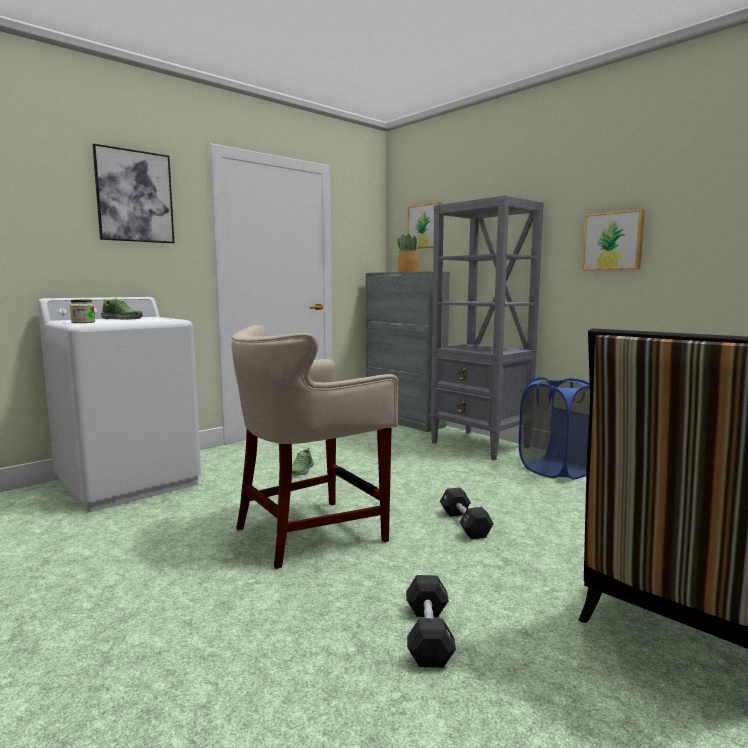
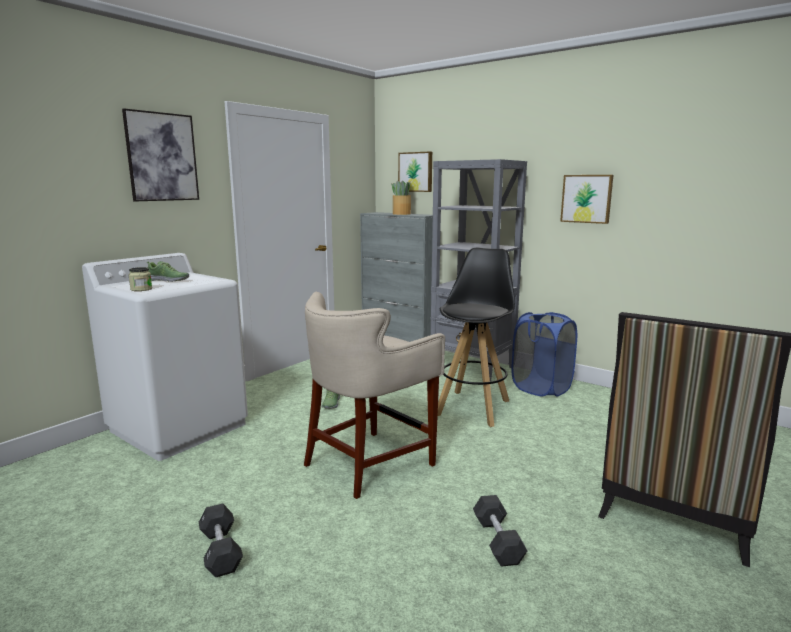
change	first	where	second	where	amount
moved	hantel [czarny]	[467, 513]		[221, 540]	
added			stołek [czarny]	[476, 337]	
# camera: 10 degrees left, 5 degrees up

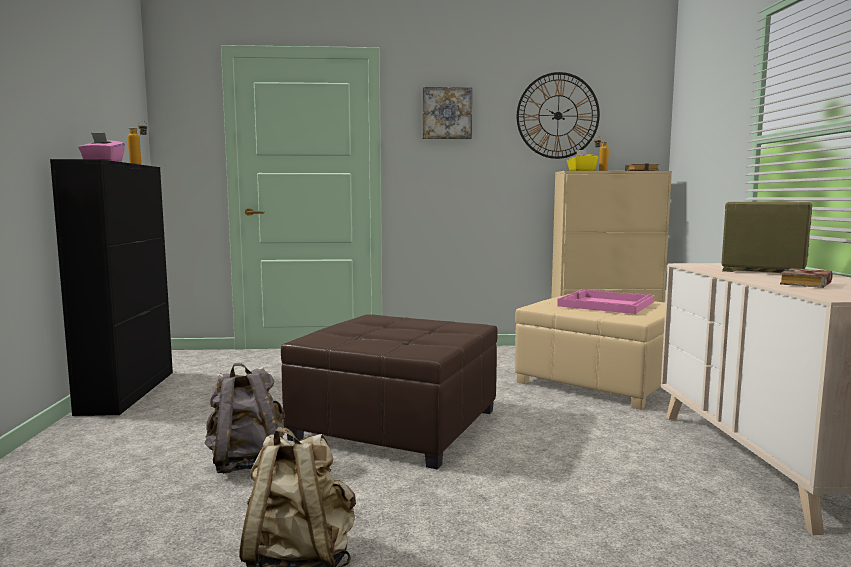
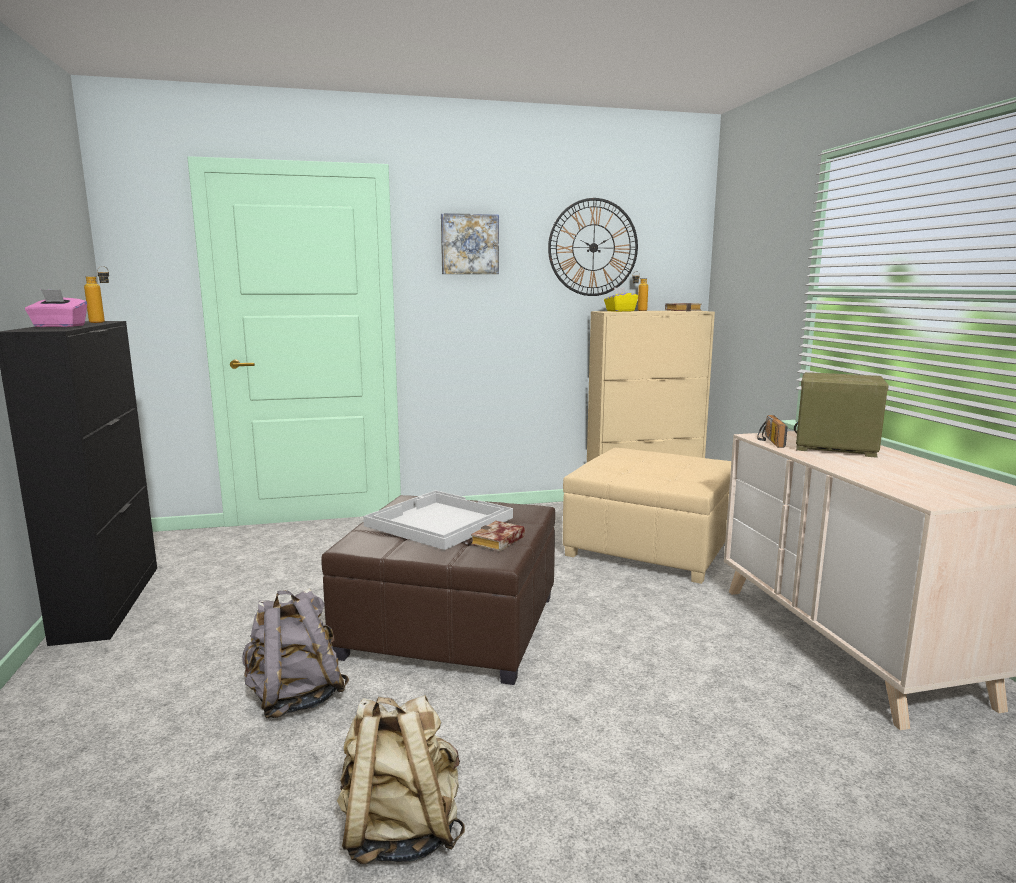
change	first	where	second	where	amount
moved	książka	[806, 278]		[498, 536]	
removed	taca [różowy]	[605, 301]			
added			radio	[772, 431]	
added			taca [biały]	[438, 520]	
# camera: 10 degrees left, 5 degrees up

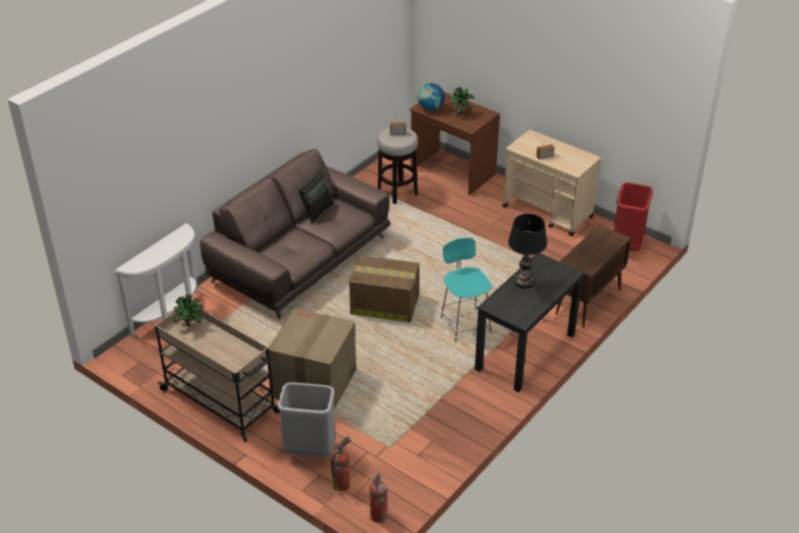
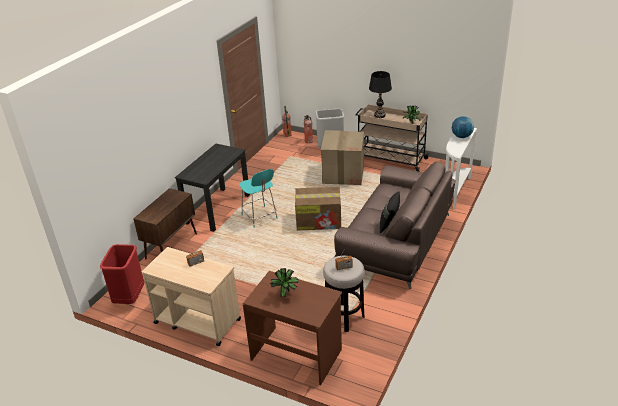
change	first	where	second	where	amount
moved	globus	[431, 97]		[463, 127]	
moved	lampa stołowa [czarny]	[527, 251]		[380, 94]	
# camera: 170 degrees right, 5 degrees down

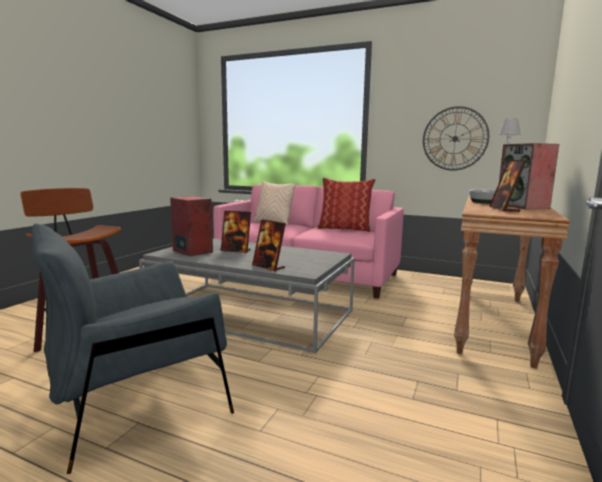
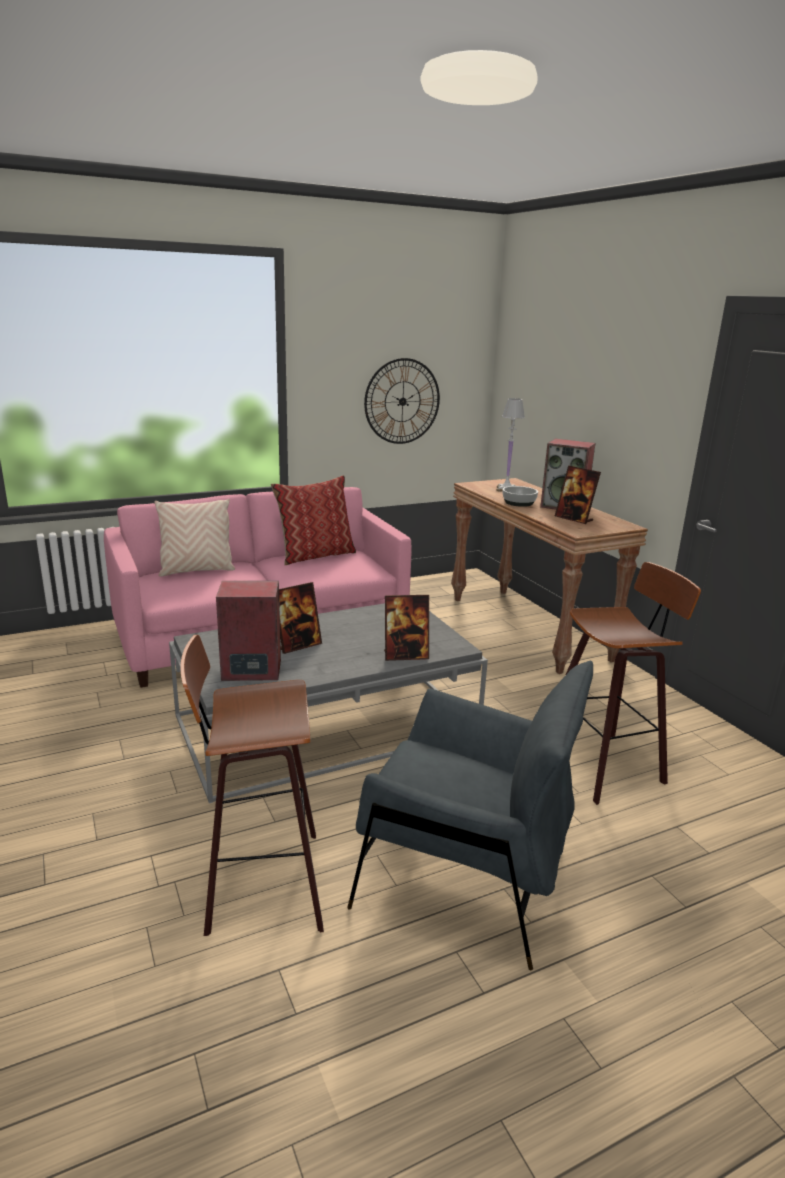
change	first	where	second	where	amount
turned	fotel [szary]	[133, 349]		[470, 815]	75 degrees counterclockwise
added			stołek	[633, 683]	
# camera: 50 degrees left, 10 degrees up

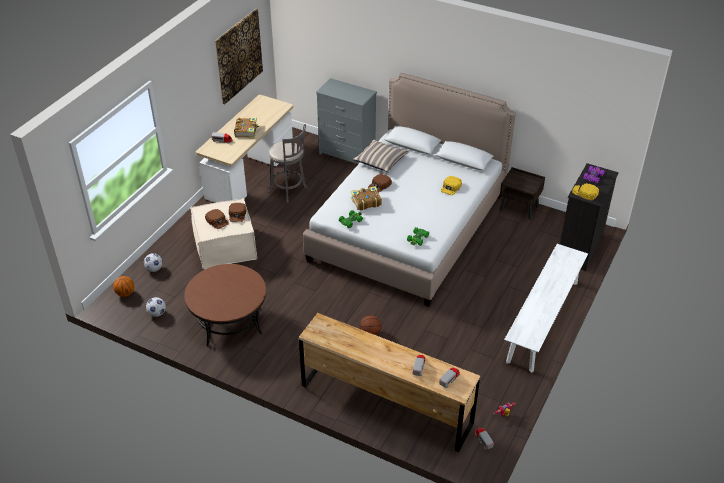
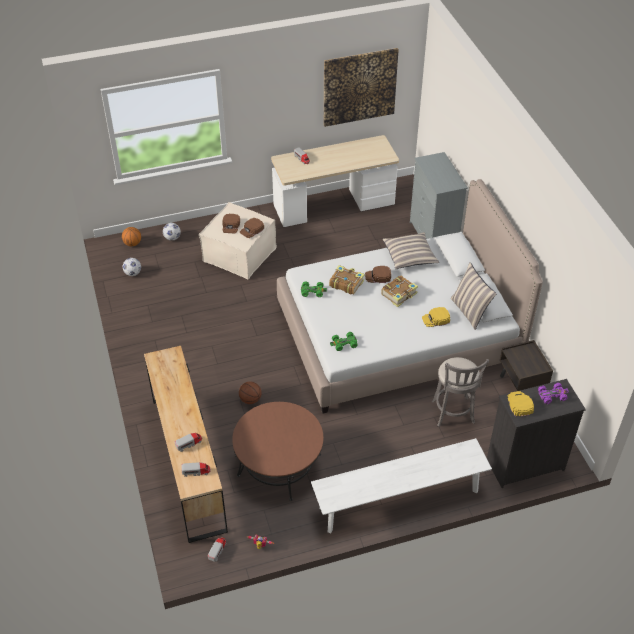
change	first	where	second	where	amount
moved	książka	[247, 128]		[399, 291]	
moved	stołek [szary]	[288, 163]		[460, 392]	
moved	ława [brązowy]	[225, 305]		[277, 451]	
added			poduszka	[474, 296]	
# camera: 45 degrees right, 5 degrees up

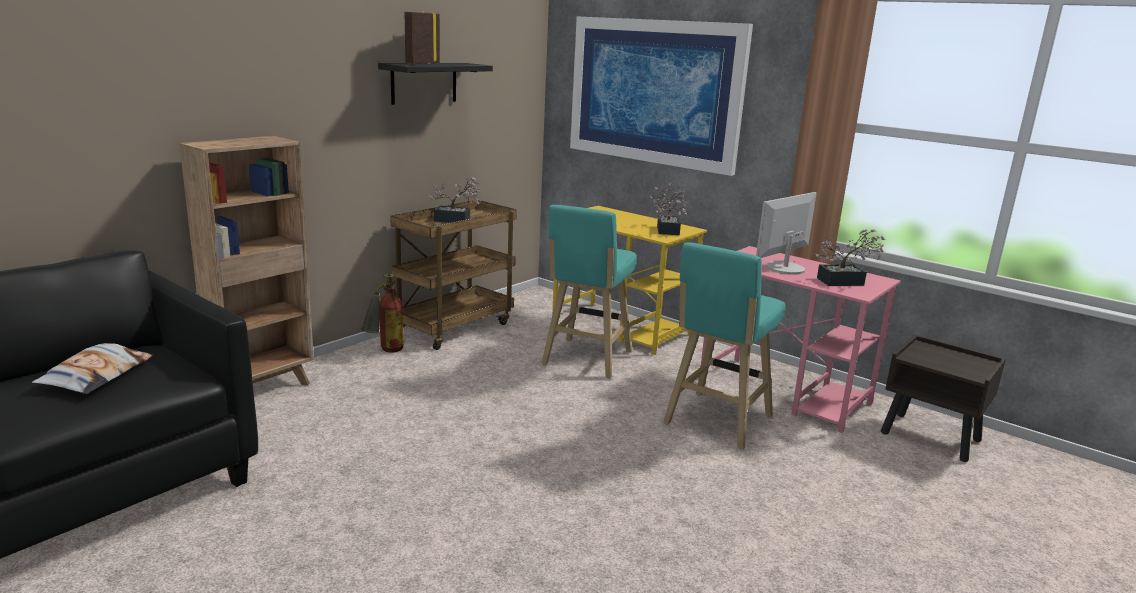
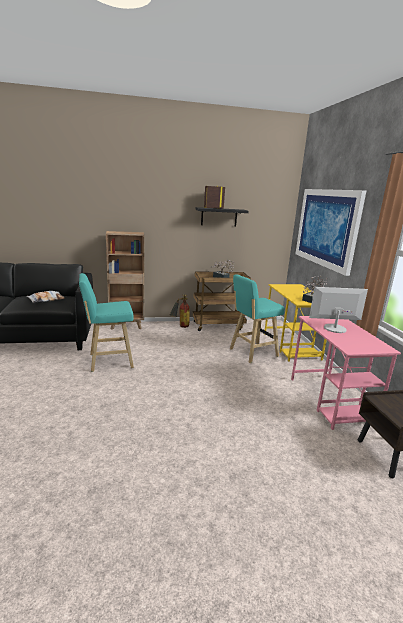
change	first	where	second	where	amount
removed	roślina doniczkowa	[850, 257]			
moved	stołek [turkusowy]	[724, 346]		[106, 322]	
# camera: 40 degrees right, 0 degrees up

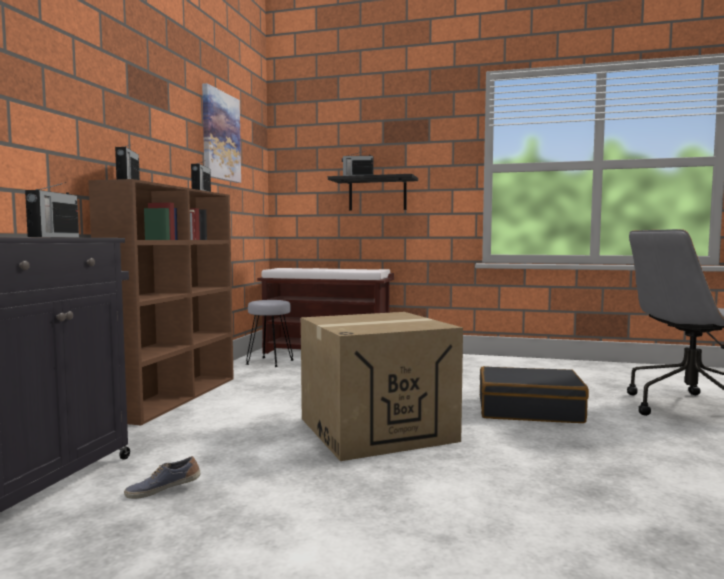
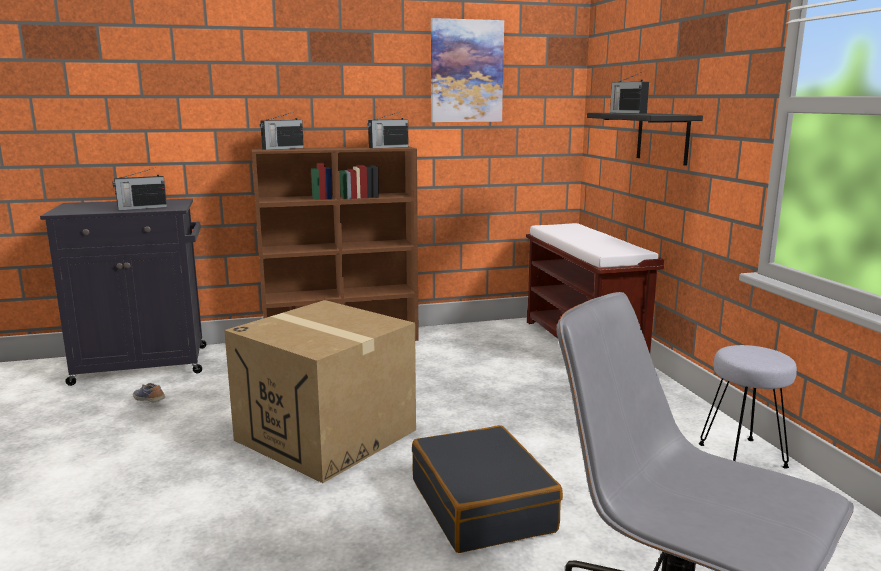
change	first	where	second	where	amount
moved	stołek [szary]	[269, 333]		[748, 406]	
# camera: 60 degrees right, 10 degrees up

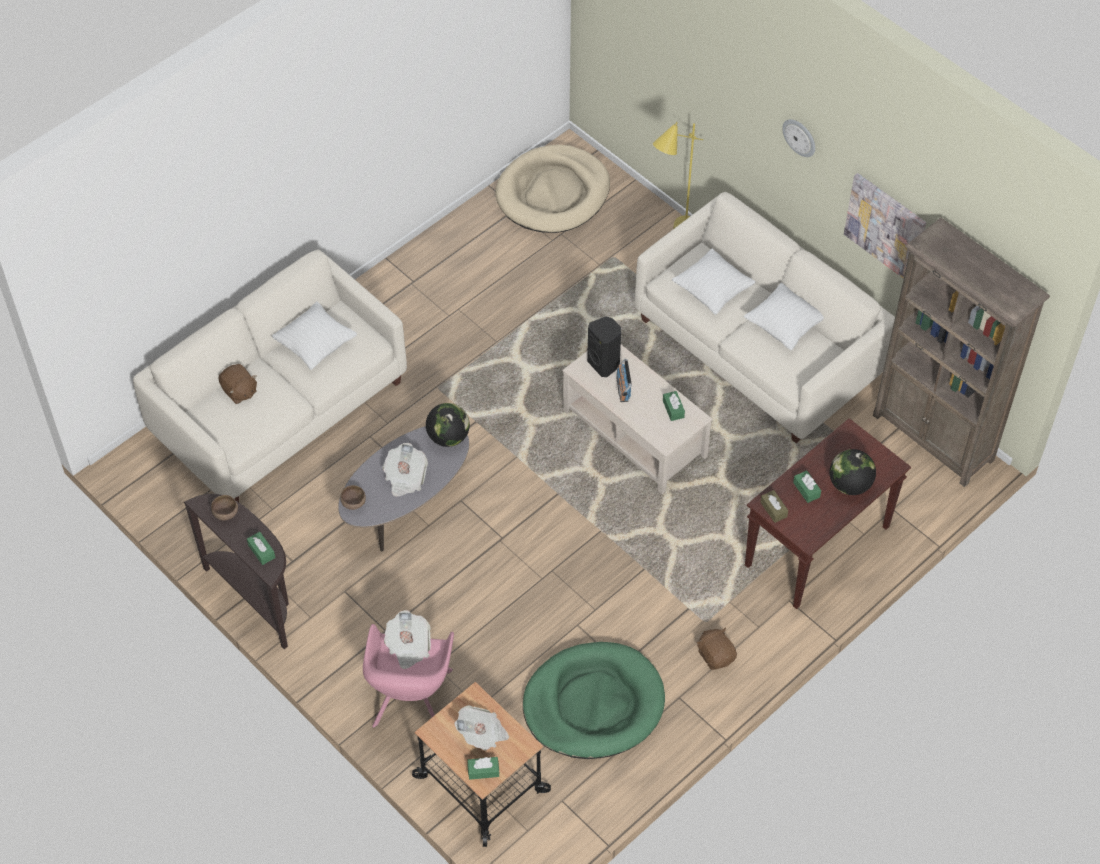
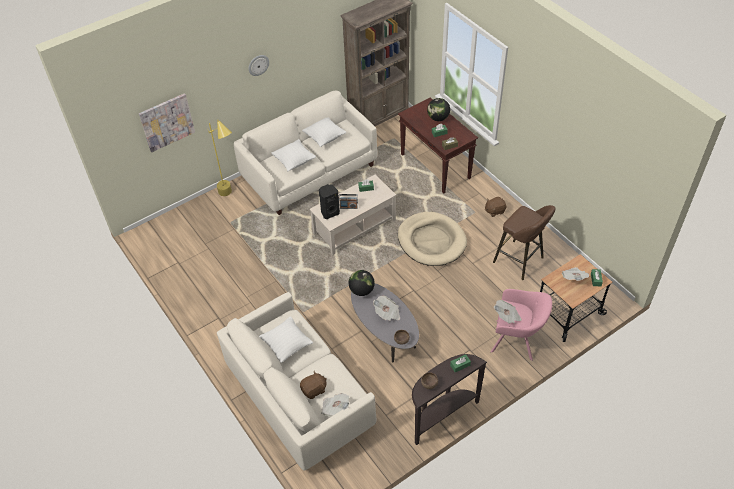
change	first	where	second	where	amount
moved	legowisko [beżowy]	[552, 189]		[432, 239]	
moved	obraz	[885, 226]		[167, 122]	
replaced	legowisko [zielony]	[594, 700]	stołek [brązowy]	[524, 242]	
added			gazeta	[335, 405]	
# camera: 80 degrees left, 5 degrees down

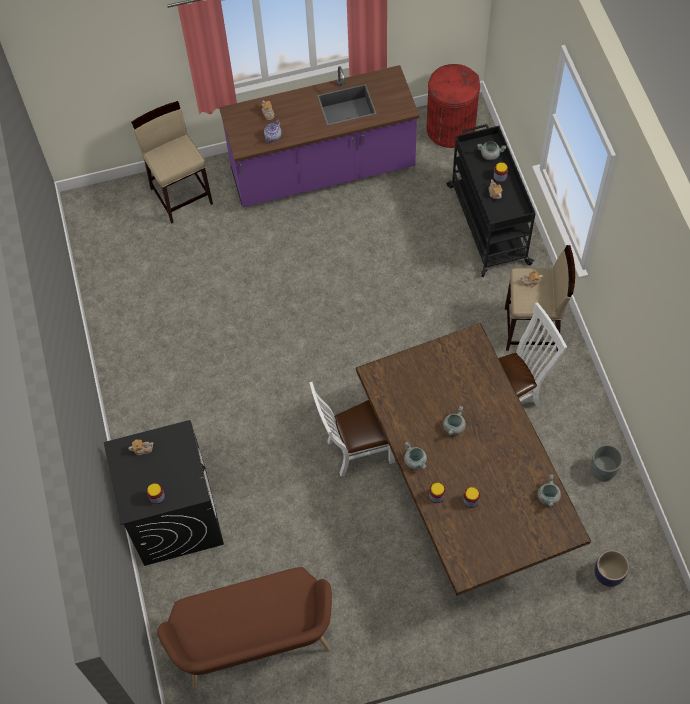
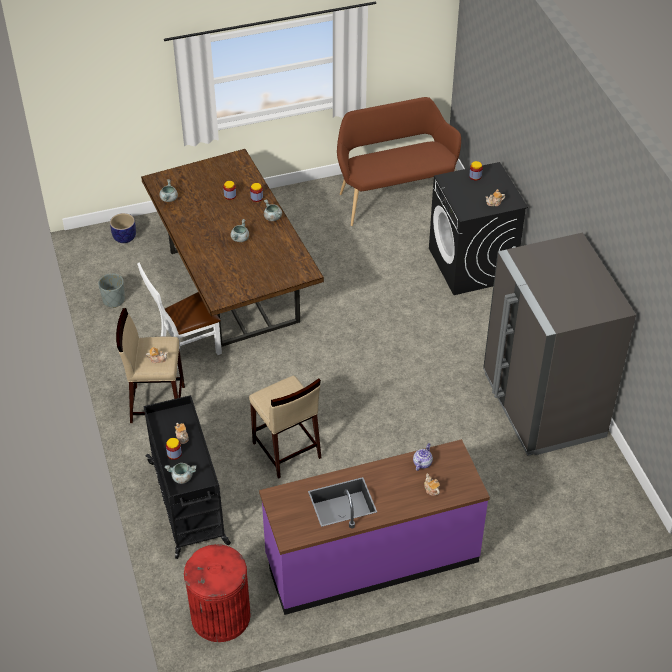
change	first	where	second	where	amount
moved	stołek [beżowy]	[172, 162]		[285, 427]	
removed	krzesło [biały]	[352, 429]			
added			lodówka [szary]	[559, 344]	
# camera: 175 degrees right, 15 degrees down

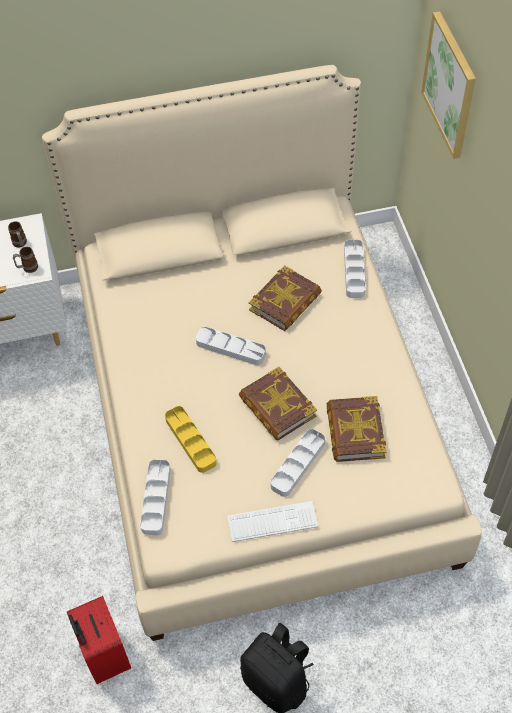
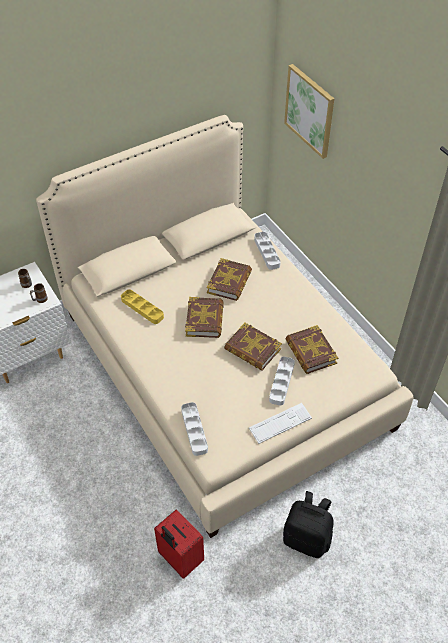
change	first	where	second	where	amount
replaced	taca [szary]	[231, 346]	książka	[204, 317]	
moved	taca [żółty]	[191, 439]		[142, 306]	
# camera: 20 degrees left, 5 degrees down

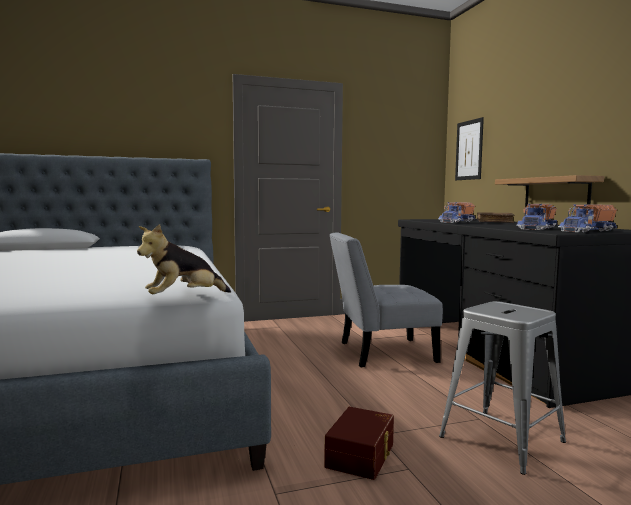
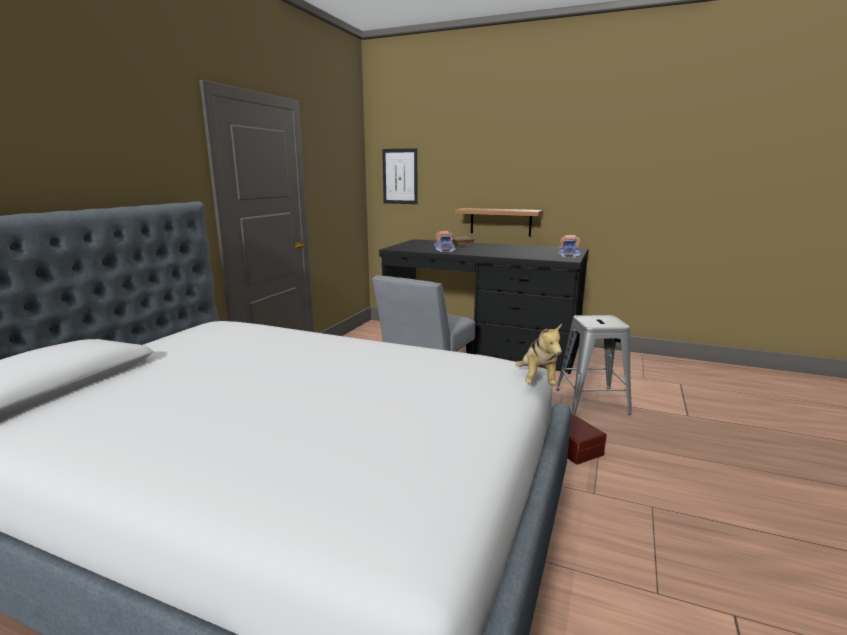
change	first	where	second	where	amount
removed	ciężarówka zabawkowa	[537, 217]			
# camera: 50 degrees left, 10 degrees up

